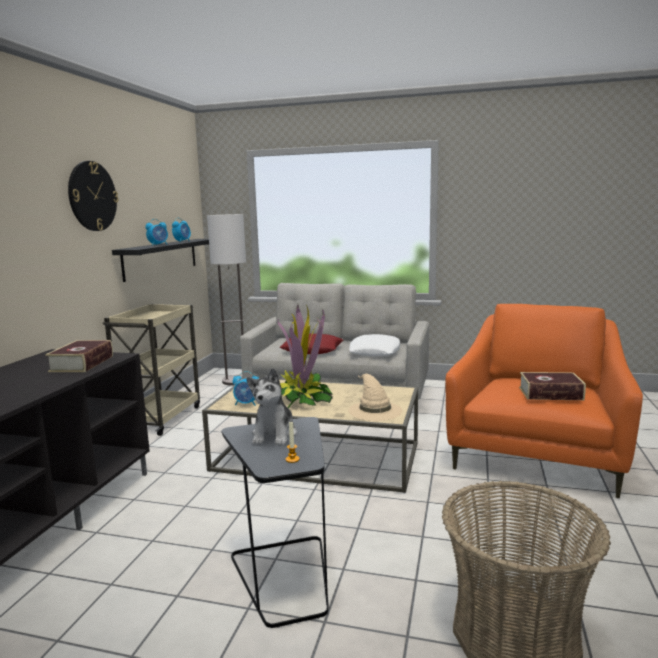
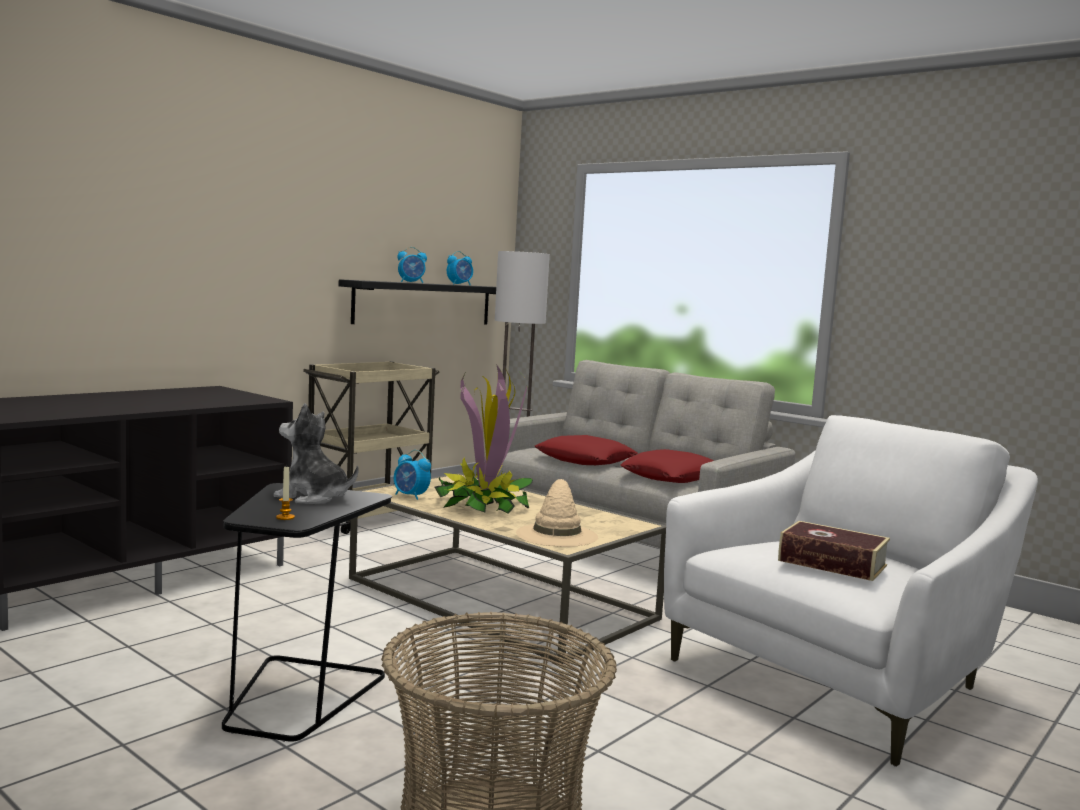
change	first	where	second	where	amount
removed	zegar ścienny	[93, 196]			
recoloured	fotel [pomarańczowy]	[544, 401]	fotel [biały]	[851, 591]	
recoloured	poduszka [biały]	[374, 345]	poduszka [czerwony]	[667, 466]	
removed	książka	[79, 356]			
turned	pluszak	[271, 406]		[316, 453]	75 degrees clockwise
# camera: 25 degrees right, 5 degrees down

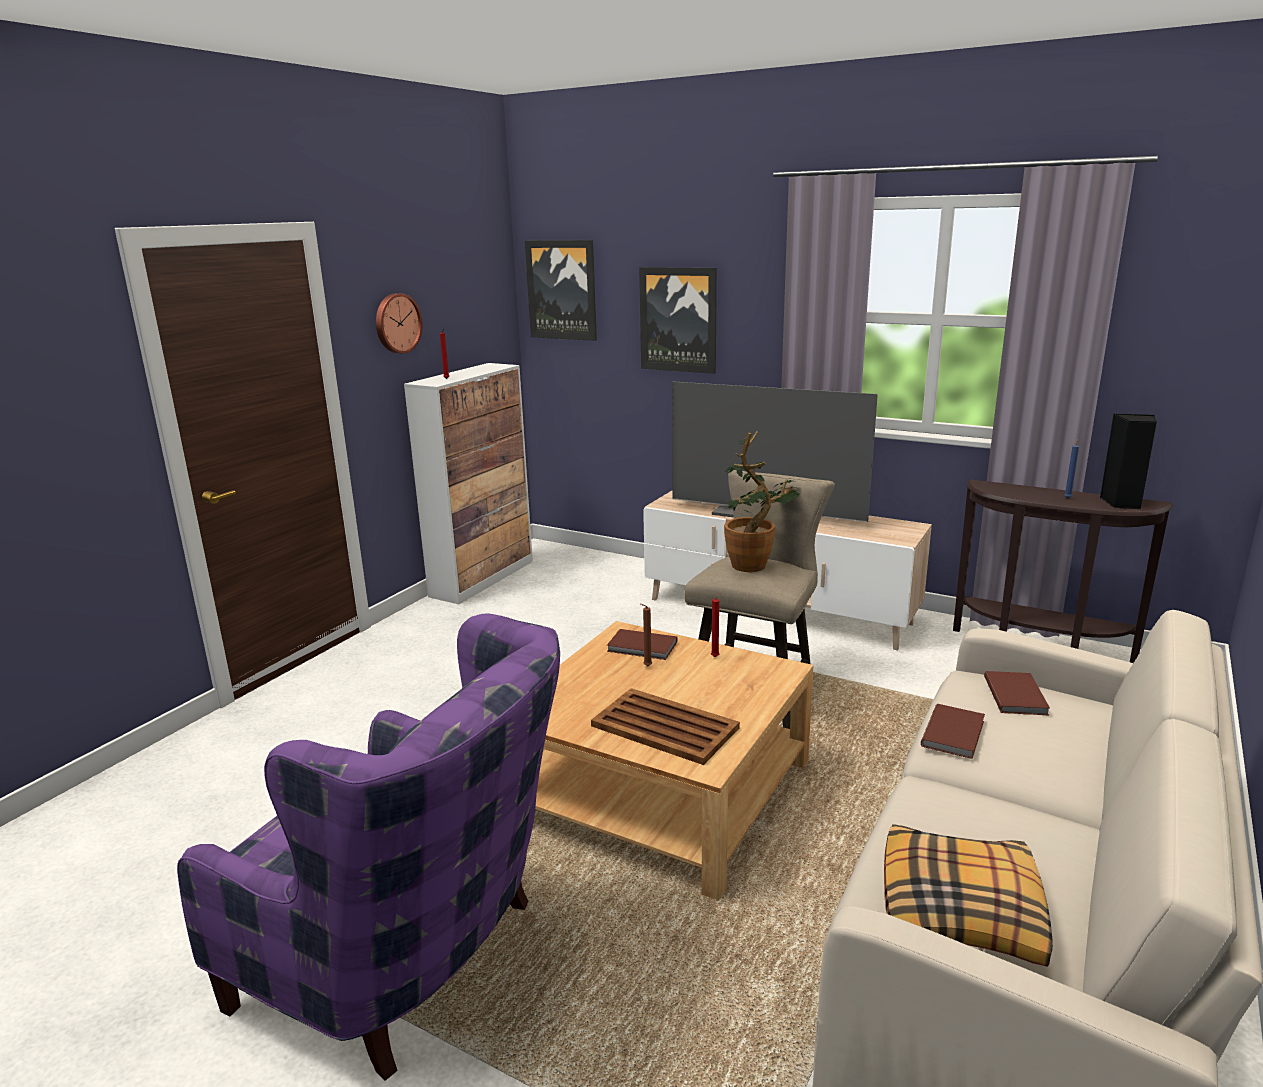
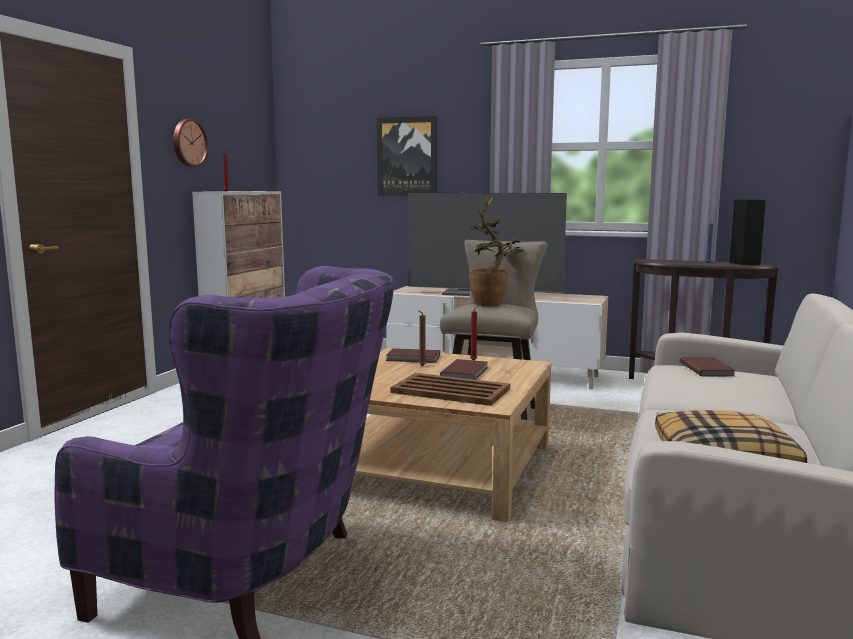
change	first	where	second	where	amount
removed	obraz	[561, 290]			
moved	książka [brązowy]	[953, 731]		[464, 369]	
# camera: 10 degrees left, 10 degrees down

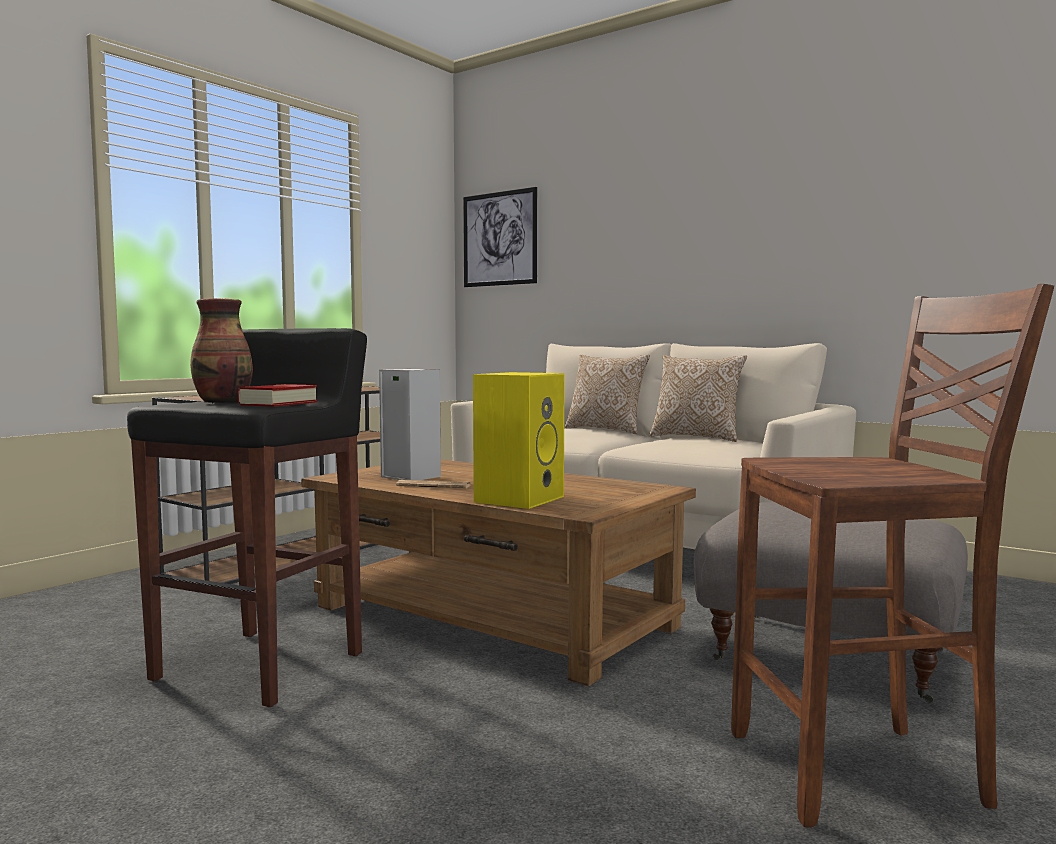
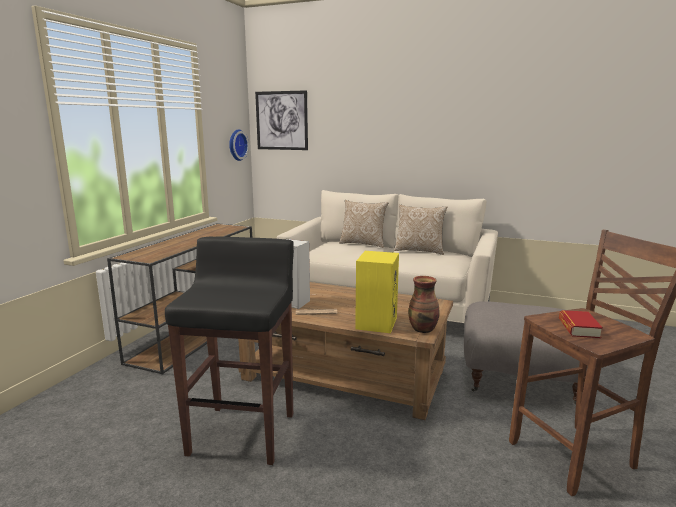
change	first	where	second	where	amount
moved	wazon	[221, 350]		[424, 304]	
moved	książka	[277, 395]		[581, 324]	
added			zegar ścienny	[239, 145]	
# camera: 15 degrees left, 10 degrees up

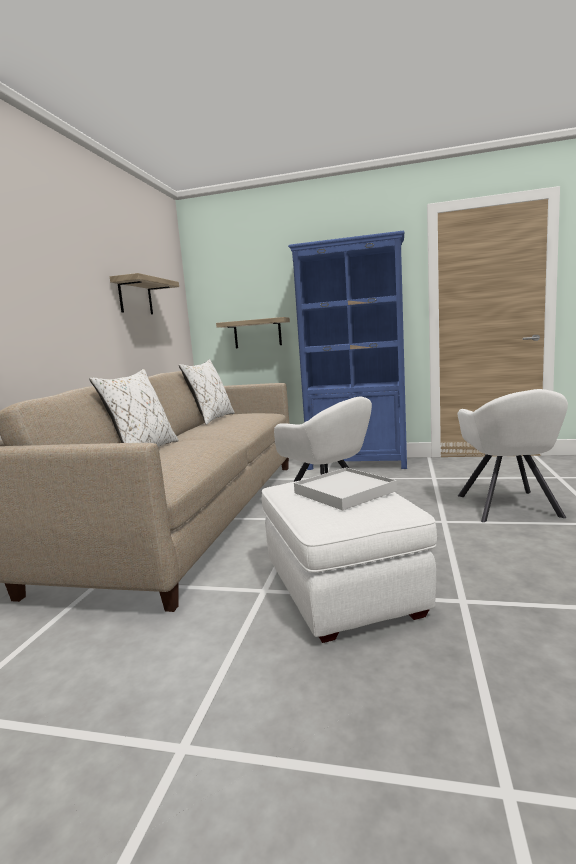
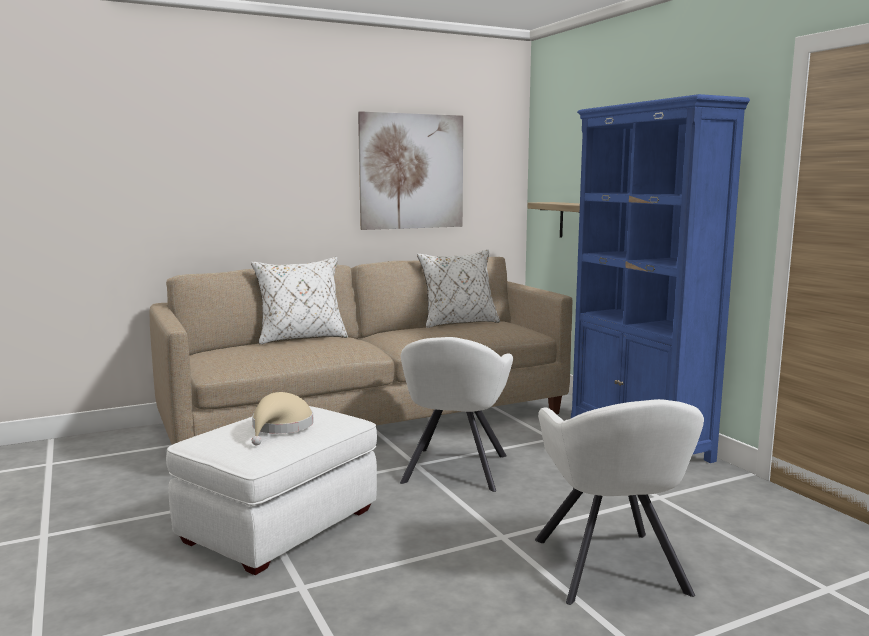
change	first	where	second	where	amount
replaced	półka	[144, 293]	obraz	[410, 170]	
turned	fotel [biały]	[513, 455]		[619, 502]	60 degrees counterclockwise
replaced	taca [biały]	[345, 489]	kapelusz [beżowy]	[283, 418]	
# camera: 50 degrees right, 0 degrees up

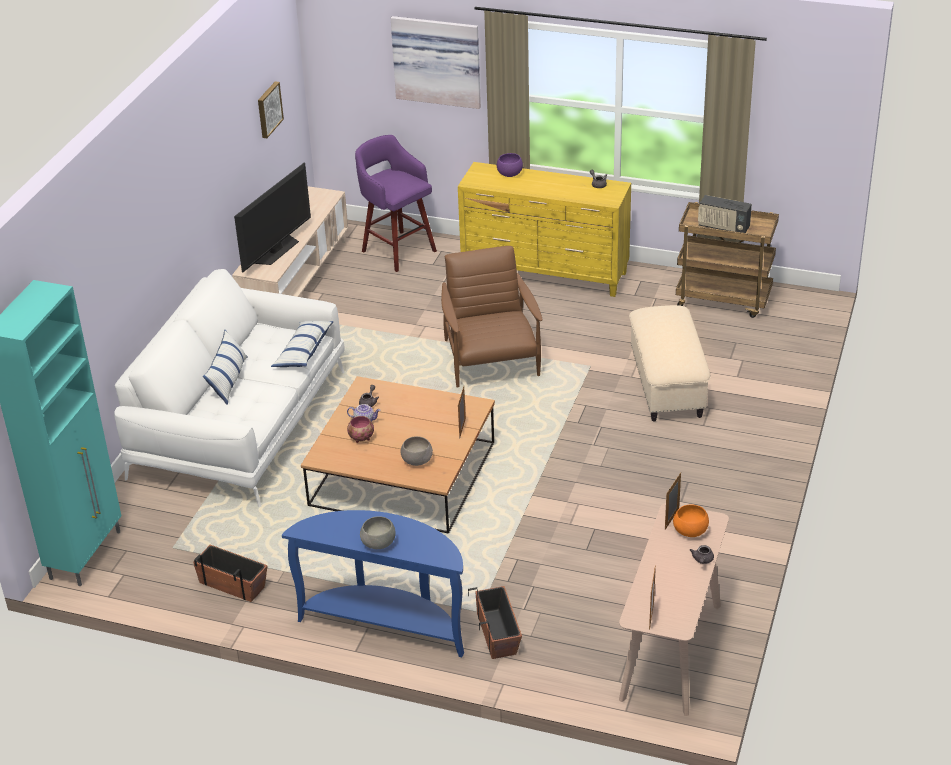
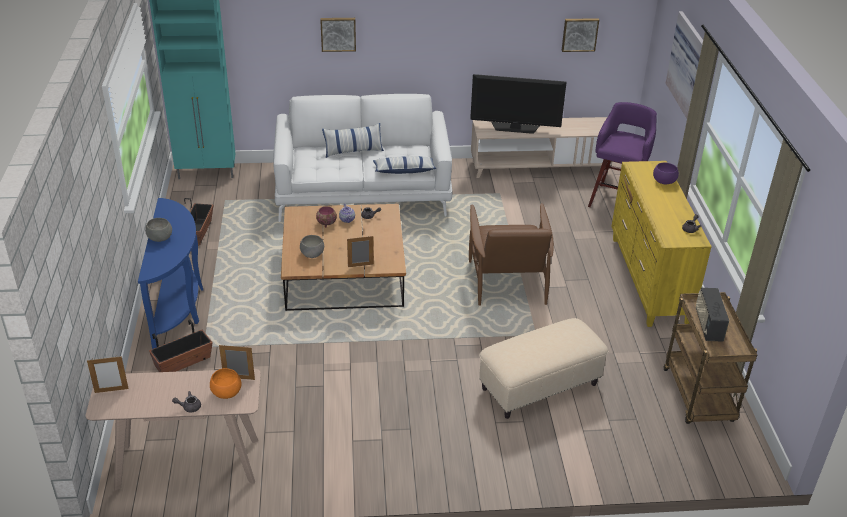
change	first	where	second	where	amount
turned	fotel [brązowy]	[492, 317]		[511, 254]	120 degrees clockwise
added			obraz	[338, 35]	
# camera: 65 degrees right, 0 degrees up

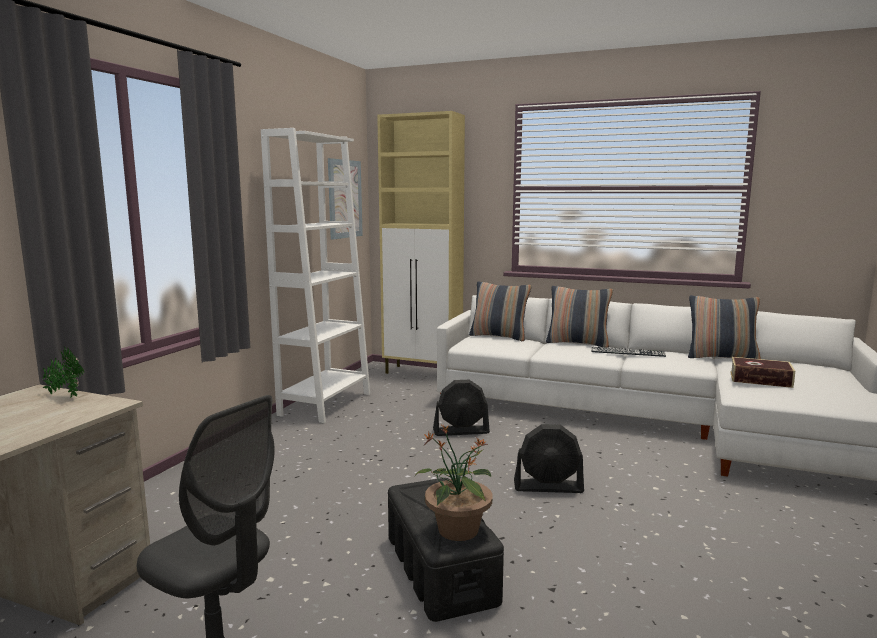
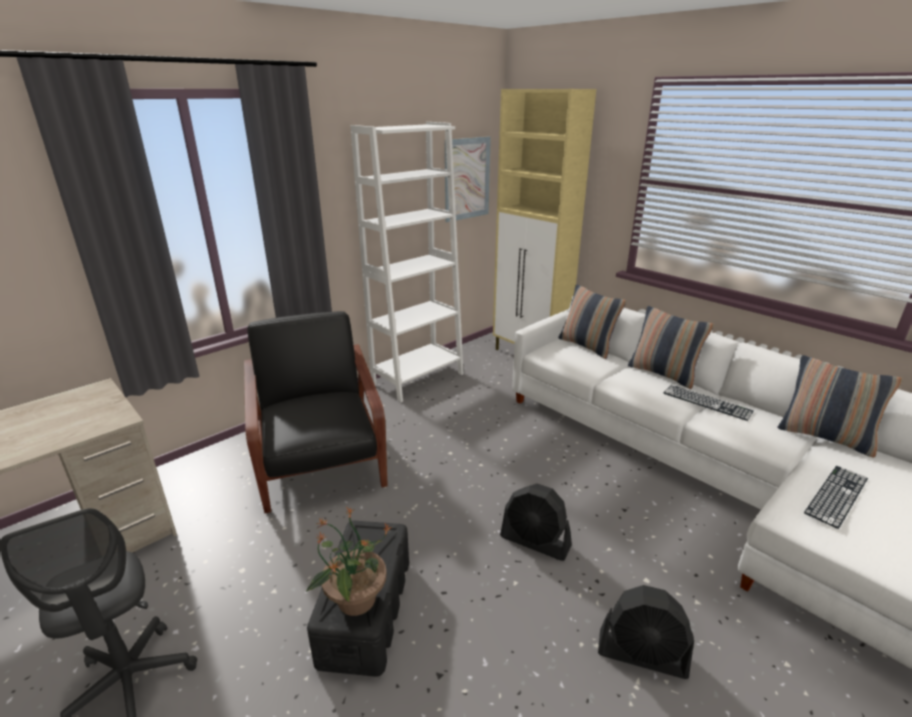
change	first	where	second	where	amount
removed	roślina doniczkowa	[63, 372]			
replaced	książka	[762, 372]	klawiatura	[836, 497]	
moved	wentylator [czarny]	[461, 408]		[646, 632]	
added			fotel [czarny]	[316, 412]	
# camera: 25 degrees right, 15 degrees up

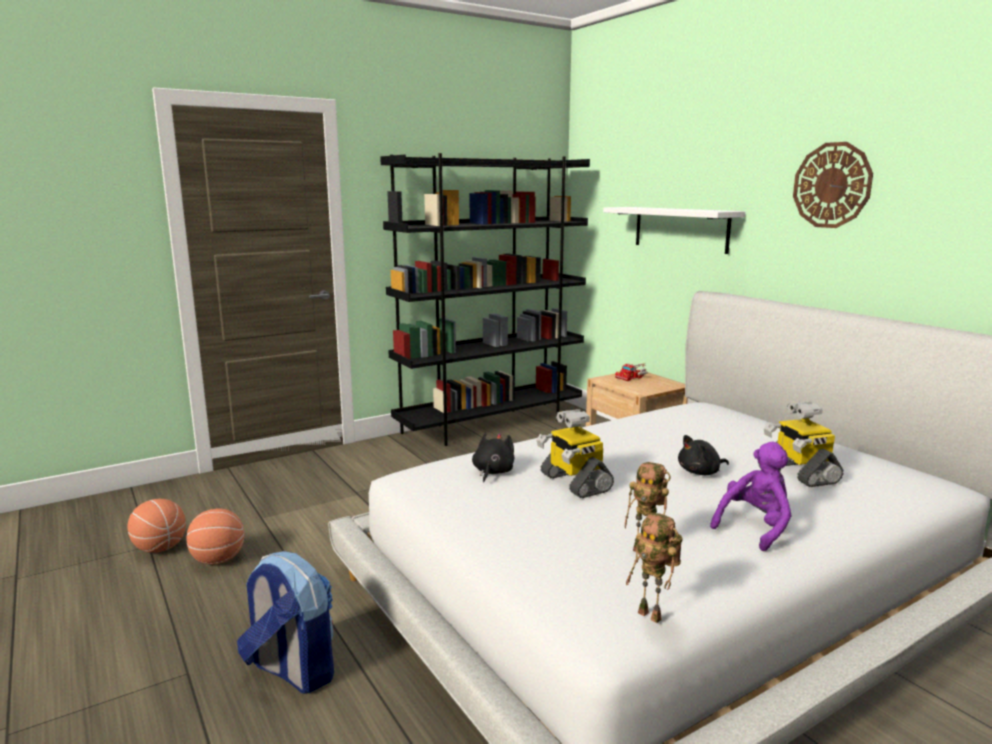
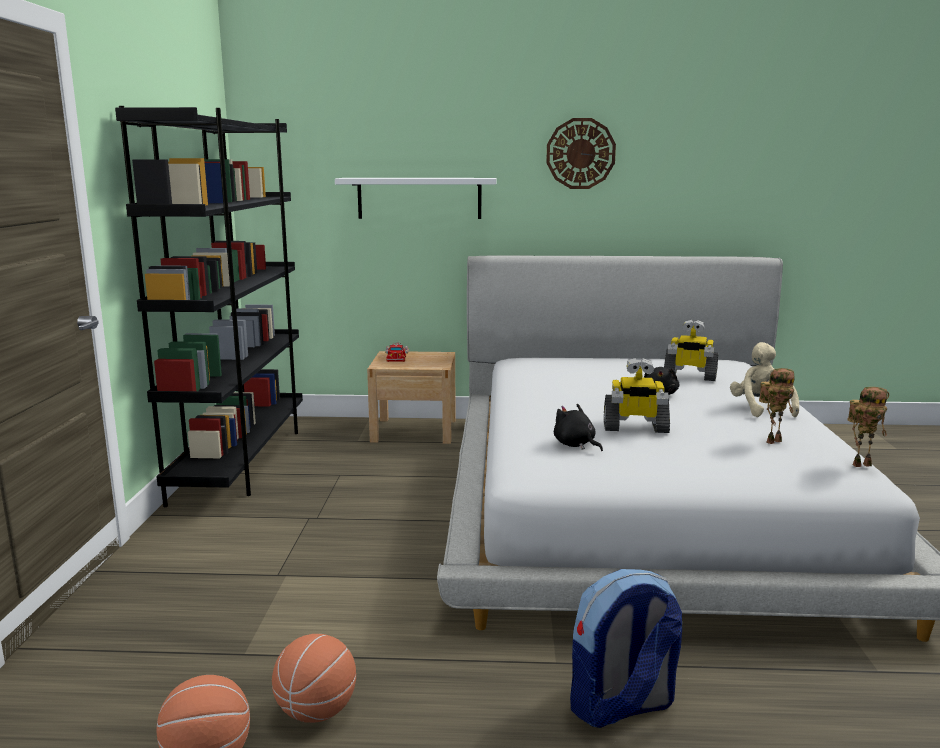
change	first	where	second	where	amount
recoloured	pluszak [fioletowy]	[750, 496]	pluszak [beżowy]	[764, 379]	
# camera: 55 degrees left, 0 degrees up

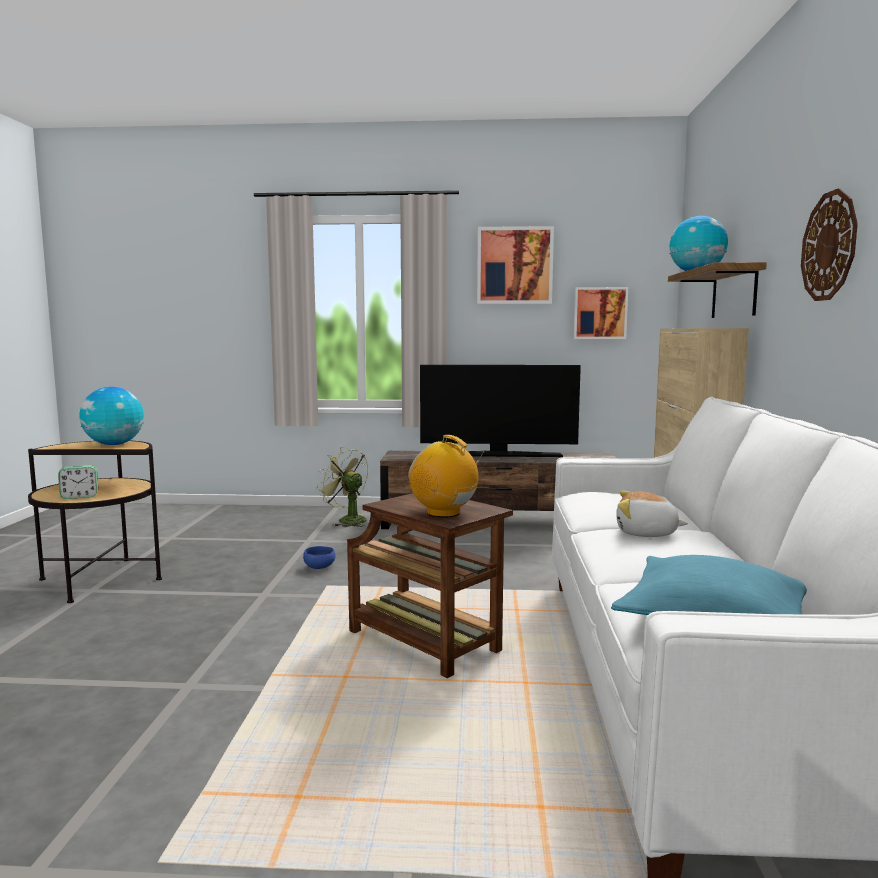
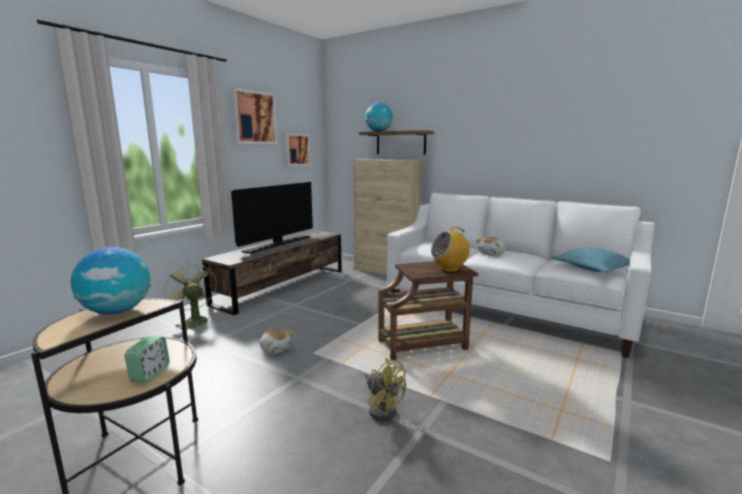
change	first	where	second	where	amount
removed	zegar ścienny	[829, 244]			
turned	wentylator [zielony]	[342, 487]		[190, 296]	75 degrees clockwise
replaced	miska [niebieski]	[319, 557]	pluszak	[277, 341]	
added			wentylator [żółty]	[385, 389]	
# camera: 60 degrees left, 5 degrees up

